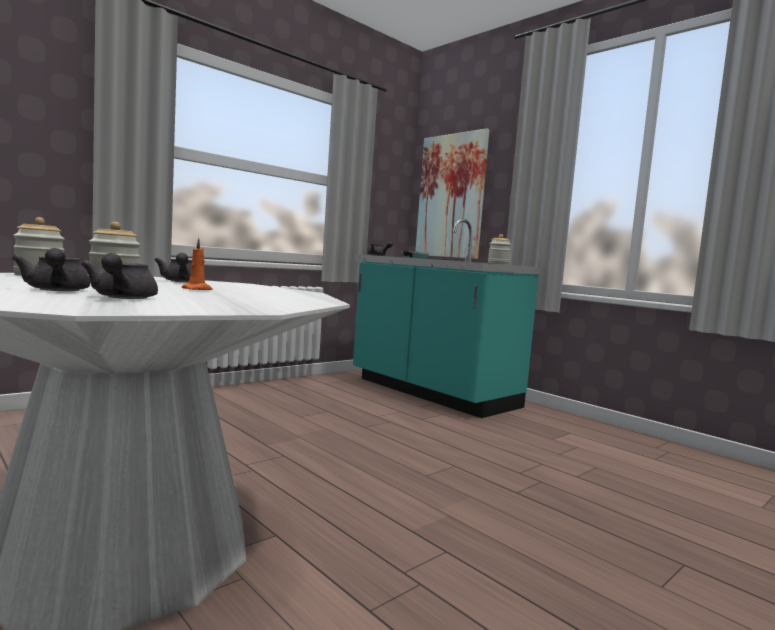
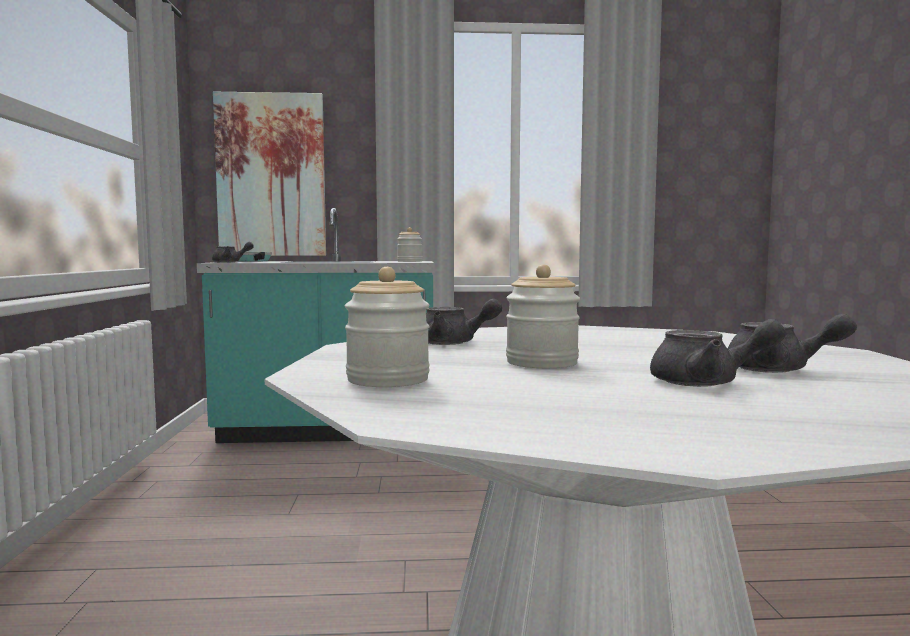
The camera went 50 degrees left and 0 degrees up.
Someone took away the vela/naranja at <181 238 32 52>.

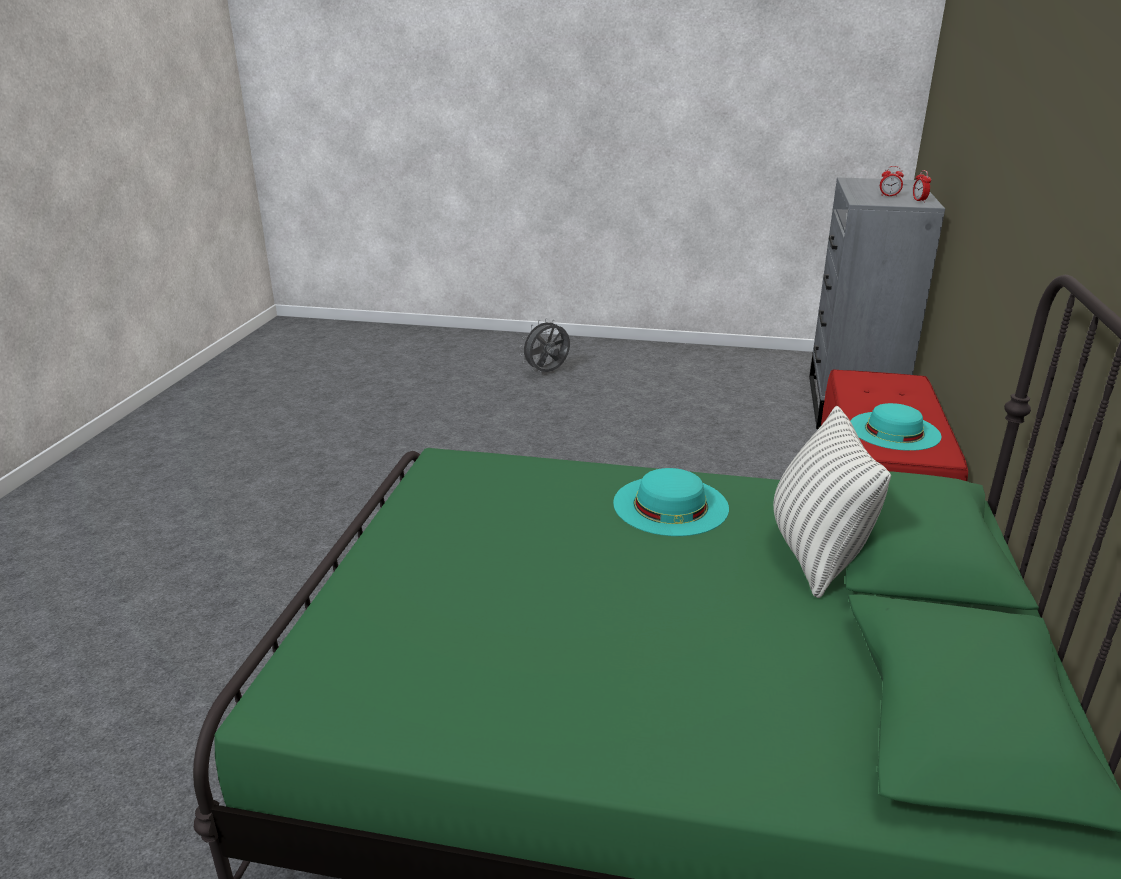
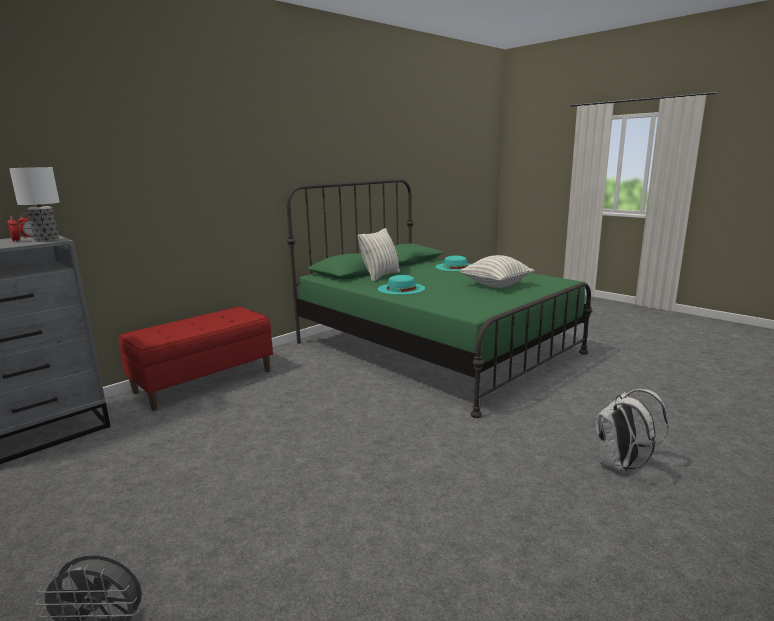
The camera went 145 degrees left and 10 degrees down.
Someone carried the sombrero/turquesa from <850 403 92 48> to <435 256 36 15>.
Someone put down the lámpara de mesa at <9 167 51 75>.
Someone put down the cojín at <459 255 75 33>.
Someone put down the mochila/blanco at <596 389 73 83>.

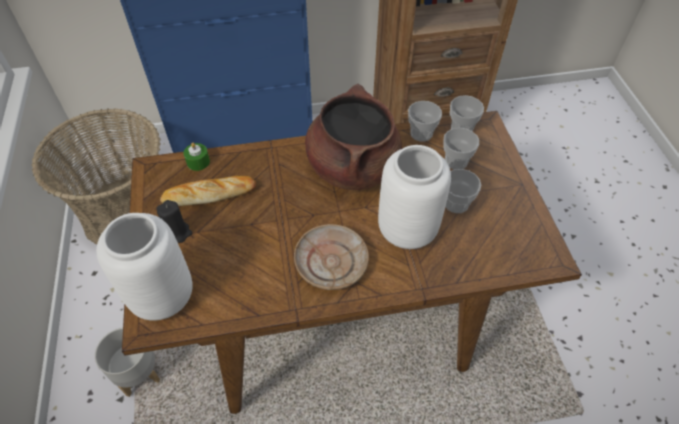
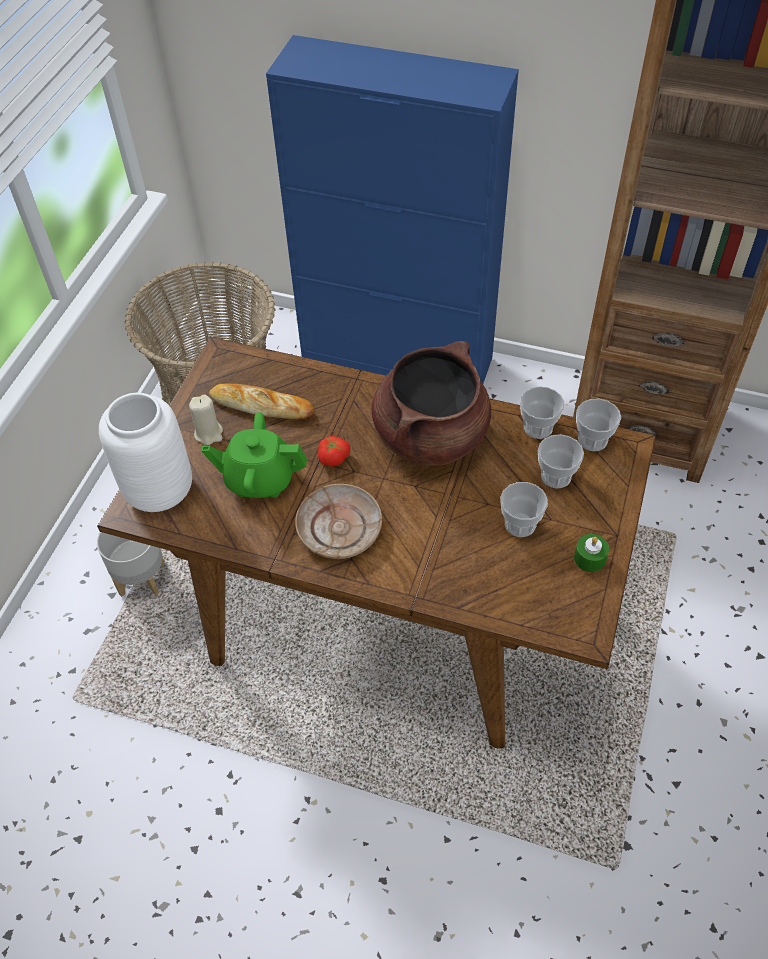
The camera went 30 degrees right and 0 degrees up.
Someone repainted the vela/negro at <157 200 35 43>, which became the vela/beis at <189 394 34 51>.
Someone carried the vela/verde from <183 143 27 28> to <574 534 35 38>.
Someone took away the florero/blanco at <378 145 73 104>.
Someone put down the tetera/verde at <201 412 106 86>.
Someone put down the tomate at <318 436 33 31>.

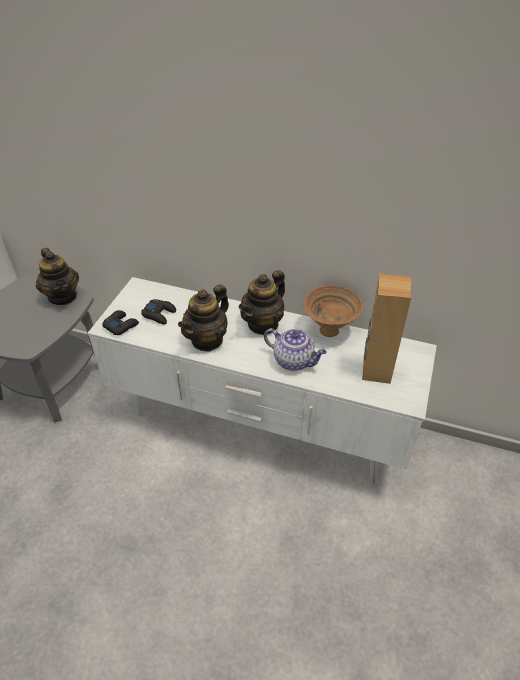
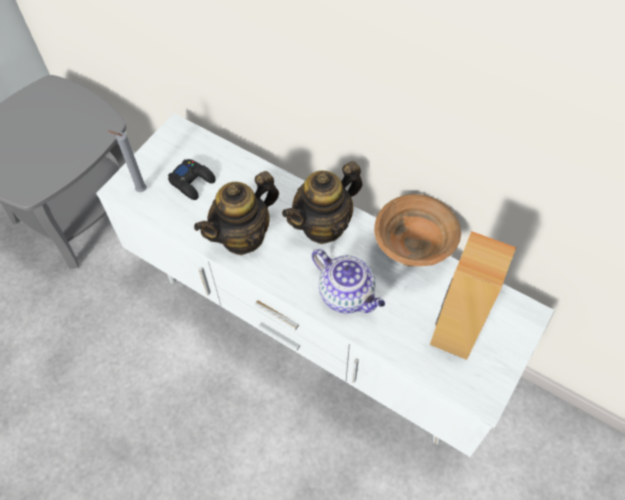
The camera went 15 degrees right and 15 degrees up.
Someone took away the tetera at <36 248 43 57>.
Someone swapped the mando de consola/negro at <102 310 37 25> for the vela/gris at <108 130 39 62>.

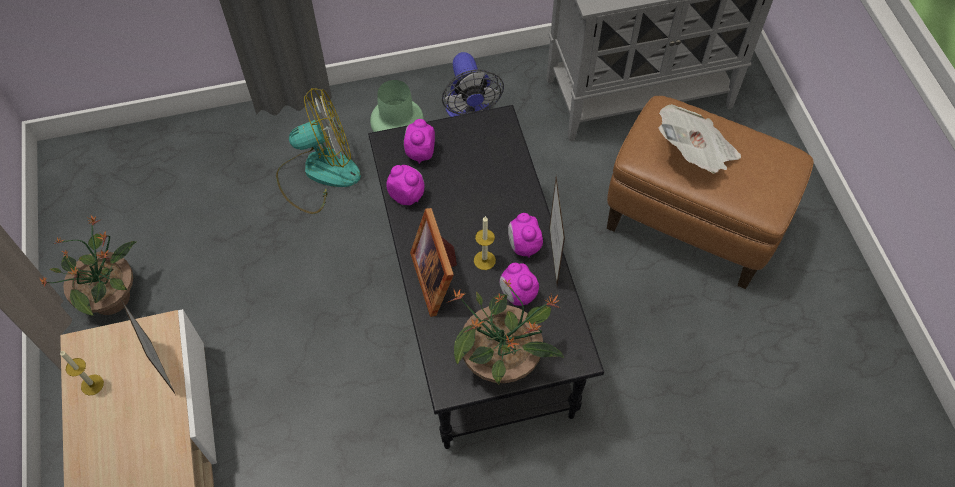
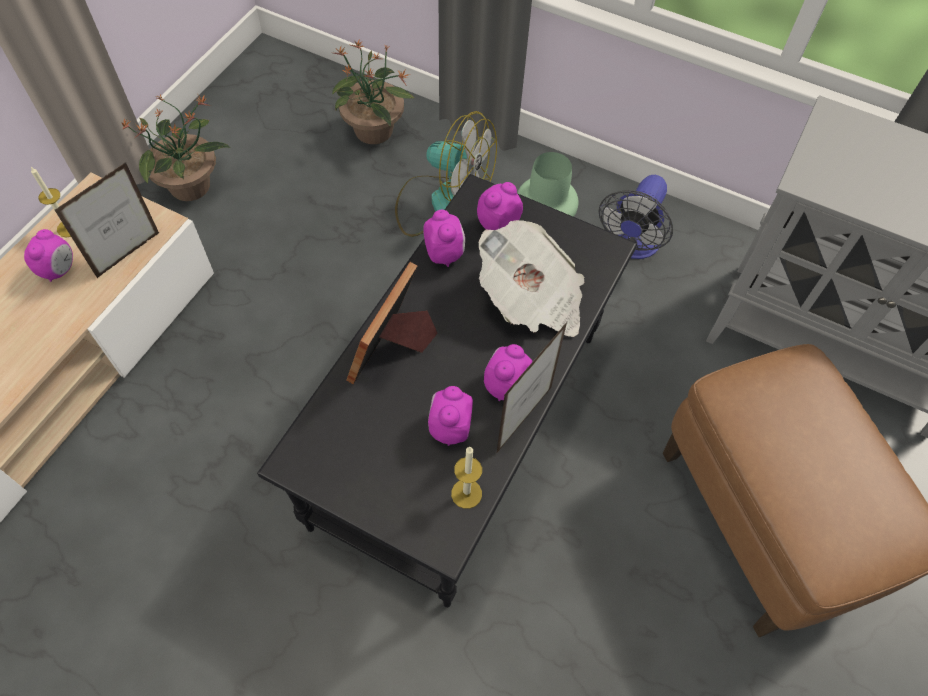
The camera went 40 degrees right and 0 degrees up.
Someone rotated the portarretratos at <120 298 56 97> by 150 degrees counterclockwise.
Someone carried the planta en maceta from <446 279 118 106> to <332 39 83 105>.
Someone carried the vela from <474 217 22 53> to <451 447 31 62>.
Someone carried the periódico from <658 104 83 70> to <479 220 105 117>.
Someone put down the despertador at <24 229 49 53>.

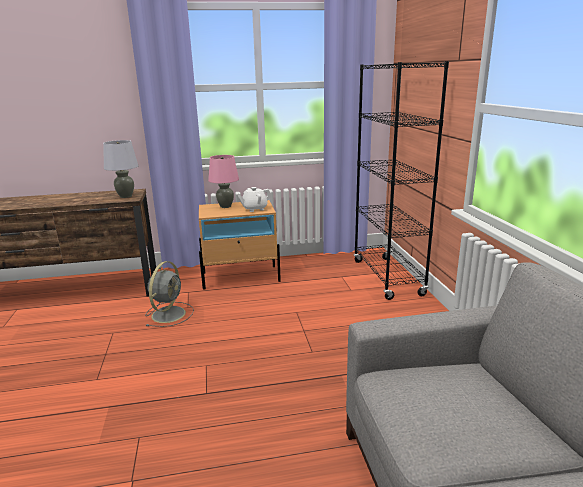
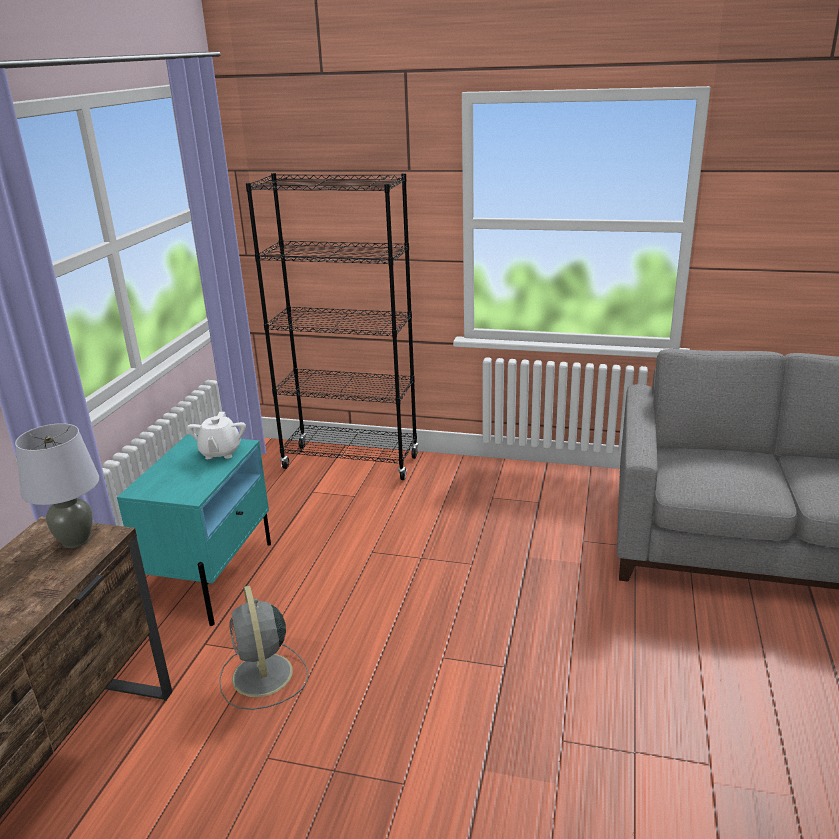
The camera went 65 degrees left and 5 degrees up.
Someone rotated the ventilador/gris at <145 261 49 66> by 150 degrees counterclockwise.
Someone repainted the mesita de noche/beis at <199 200 82 89>, which became the mesita de noche/turquesa at <117 434 154 192>.
Someone took away the lámpara de mesa/rosa at <208 155 31 53>.

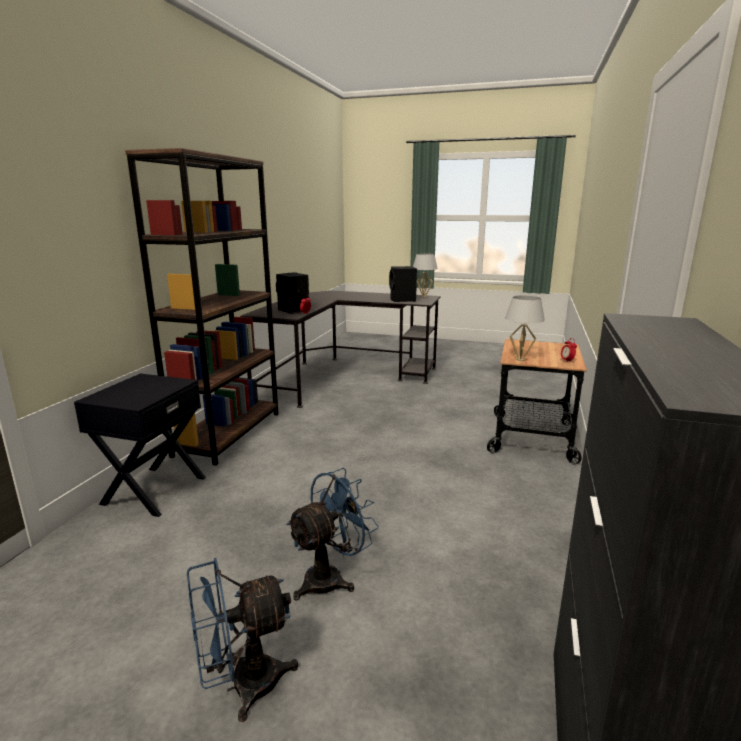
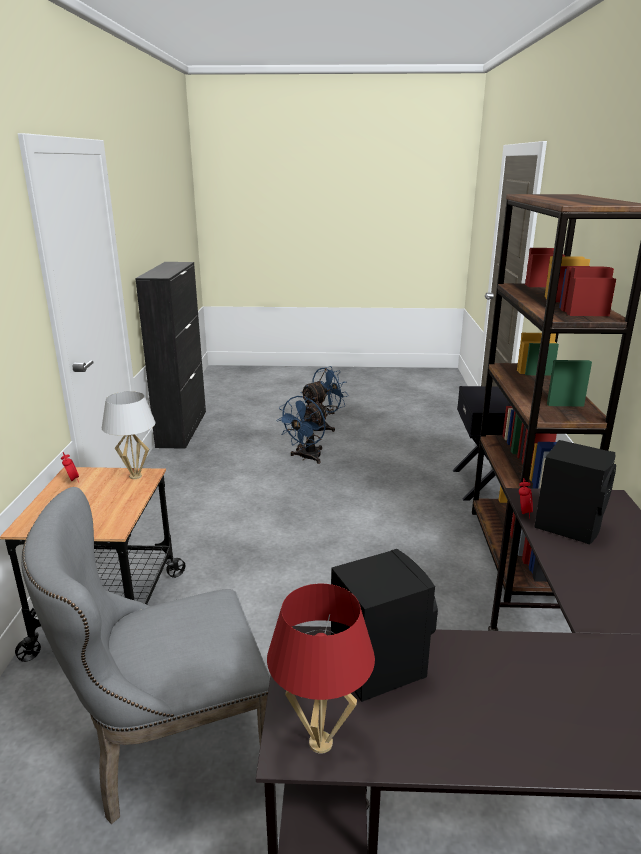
The camera went 165 degrees right and 5 degrees up.
Someone repainted the lámpara de mesa/blanco at <413 253 25 44>, which became the lámpara de mesa/rojo at <267 584 108 170>.
Someone put down the silla/gris at <21 487 249 337>.

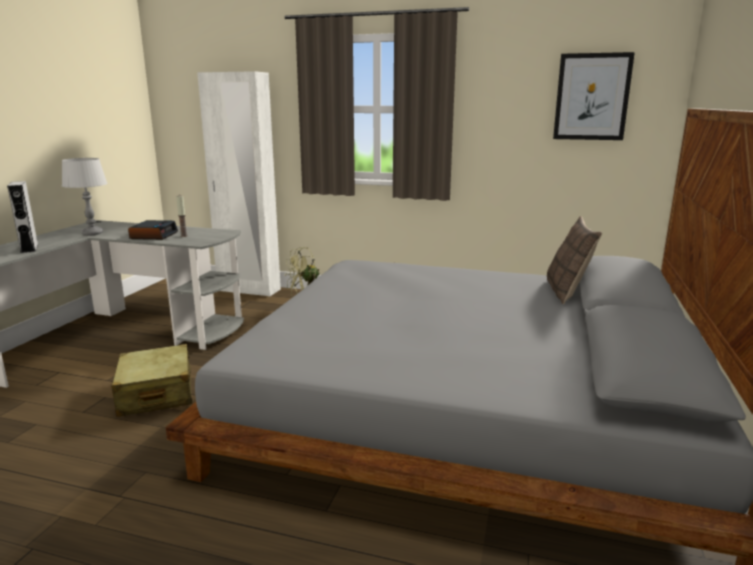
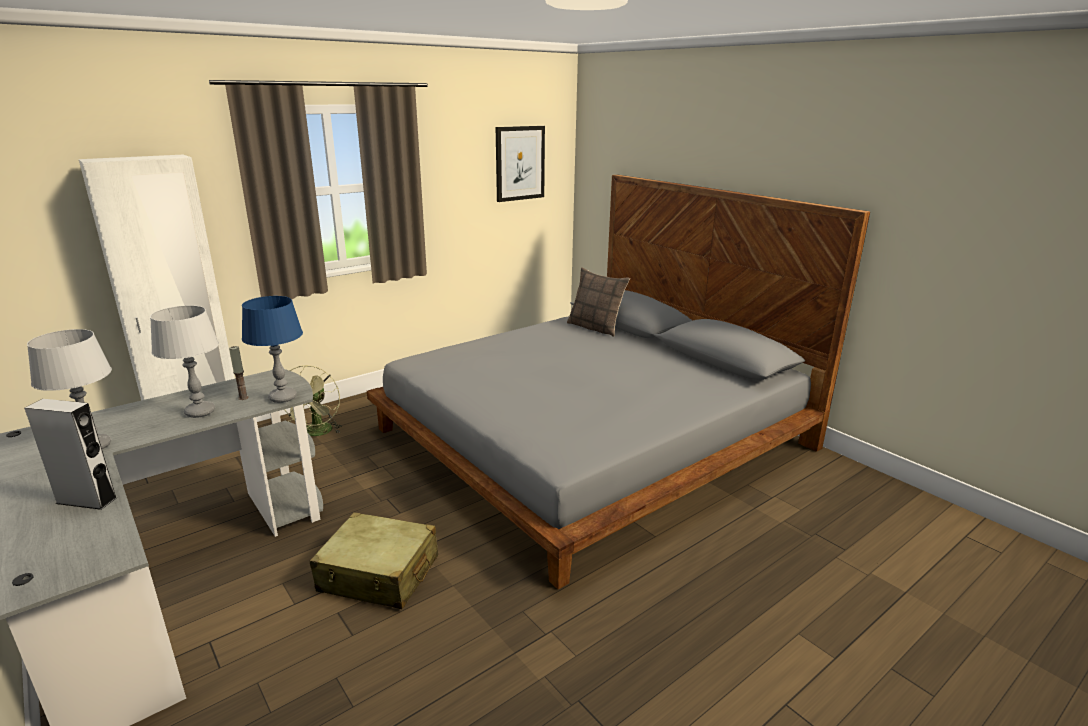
The camera went 55 degrees left and 5 degrees up.
Someone swapped the despertador at <128 220 50 20> for the lámpara de mesa/gris at <150 306 69 112>.
Someone put down the lámpara de mesa/azul at <242 296 61 107>.

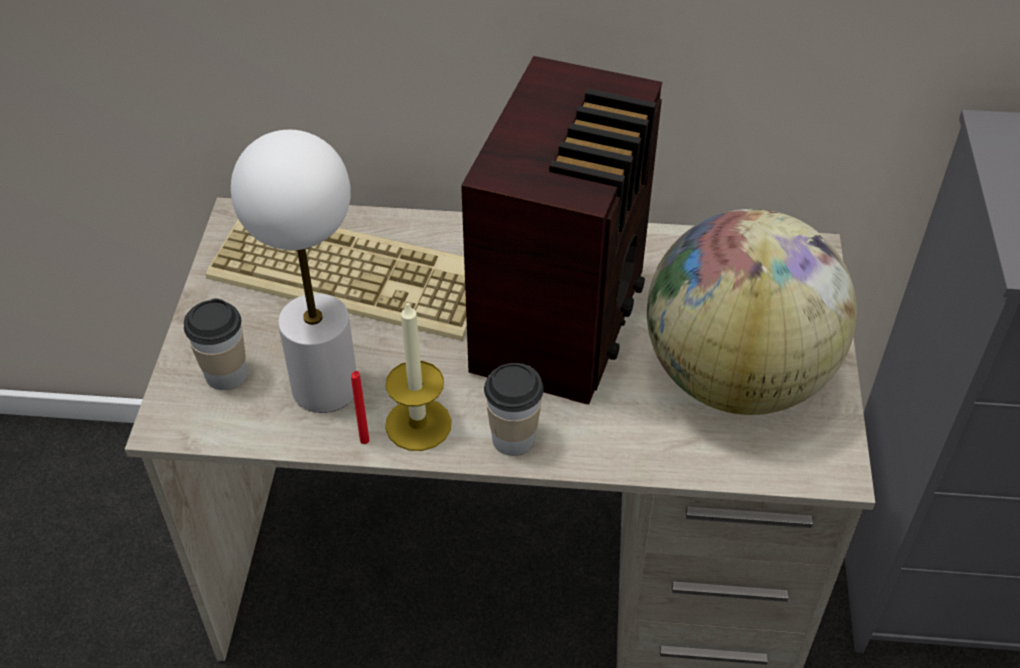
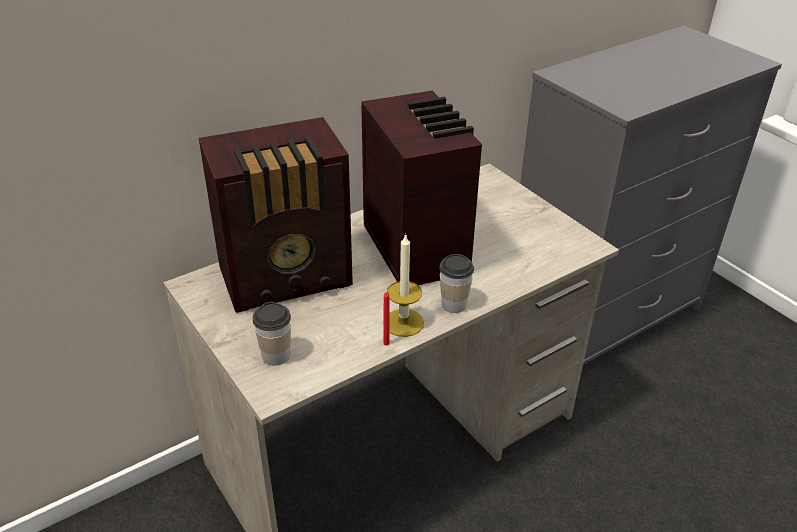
The camera went 40 degrees left and 10 degrees down.
Someone swapped the teclado at <206 219 261 122> for the radio at <199 117 154 196>.
Someone took away the lámpara de mesa/blanco at <231 130 126 283>.
Someone took away the globo terráqueo at <647 209 210 206>.

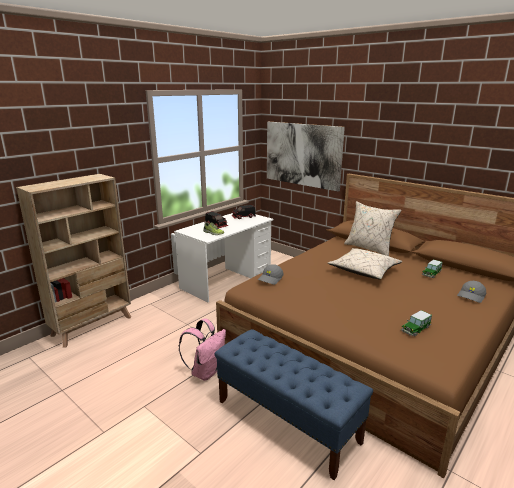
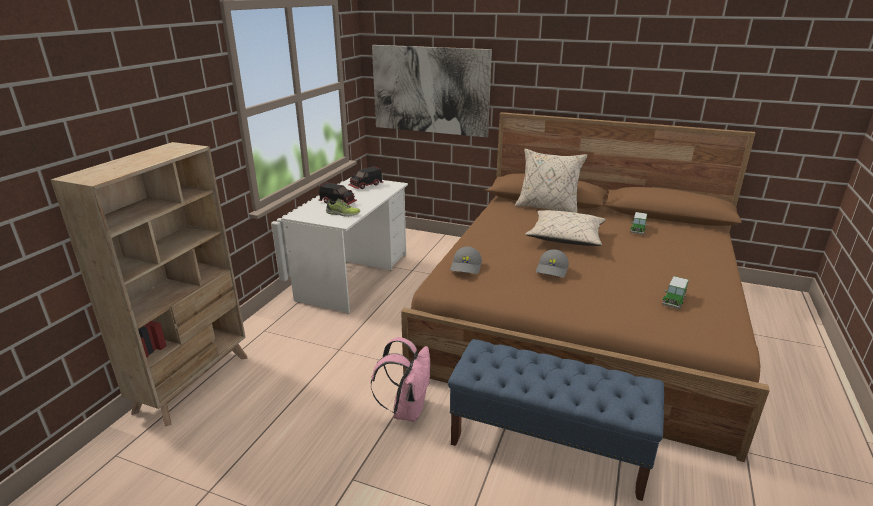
The camera went 20 degrees left and 5 degrees up.
Someone carried the gorra/gris from <457 281 29 22> to <536 249 33 28>.

